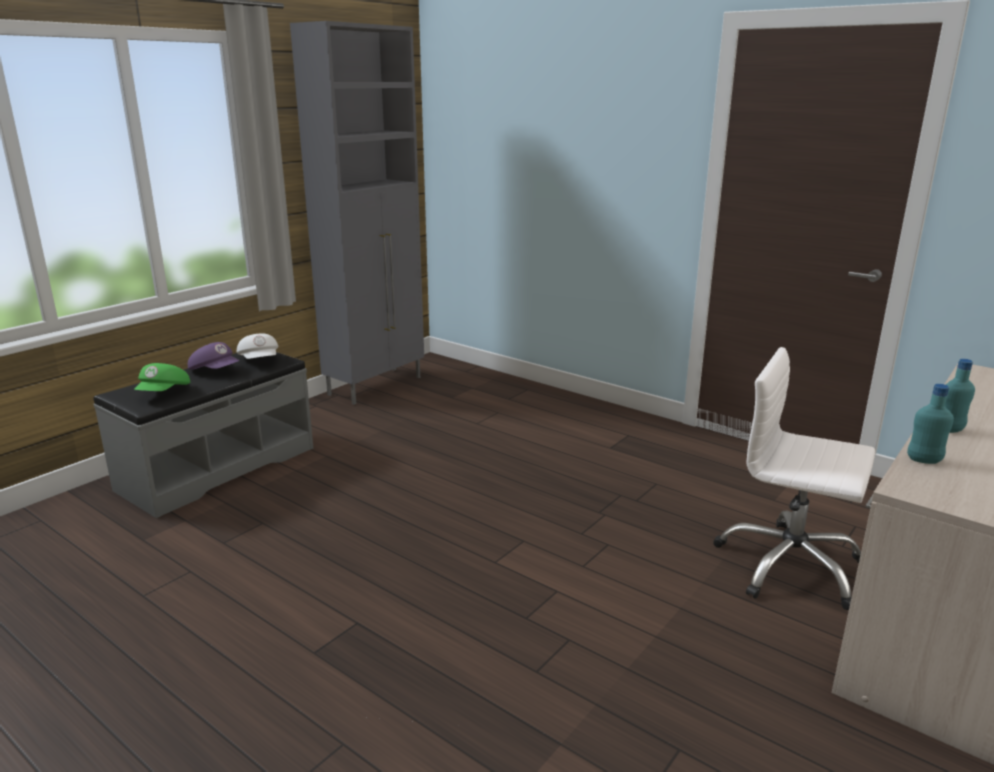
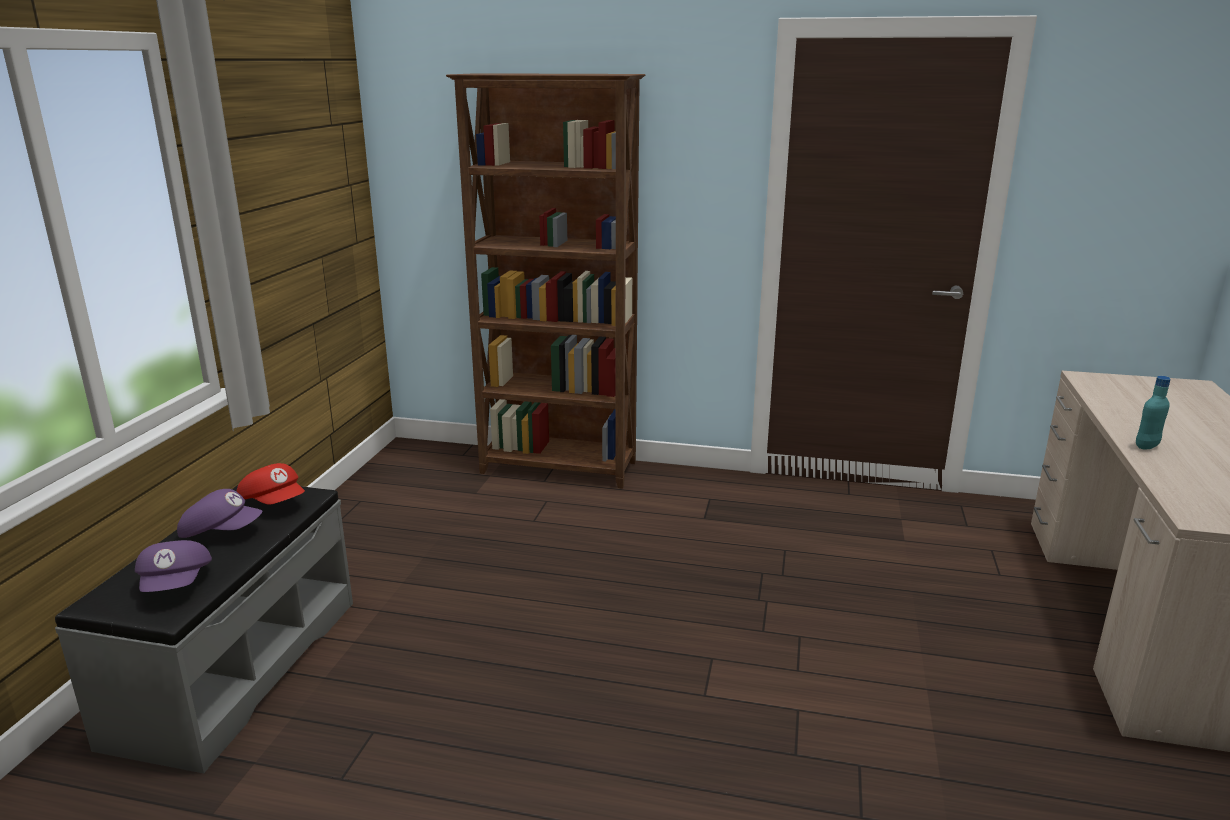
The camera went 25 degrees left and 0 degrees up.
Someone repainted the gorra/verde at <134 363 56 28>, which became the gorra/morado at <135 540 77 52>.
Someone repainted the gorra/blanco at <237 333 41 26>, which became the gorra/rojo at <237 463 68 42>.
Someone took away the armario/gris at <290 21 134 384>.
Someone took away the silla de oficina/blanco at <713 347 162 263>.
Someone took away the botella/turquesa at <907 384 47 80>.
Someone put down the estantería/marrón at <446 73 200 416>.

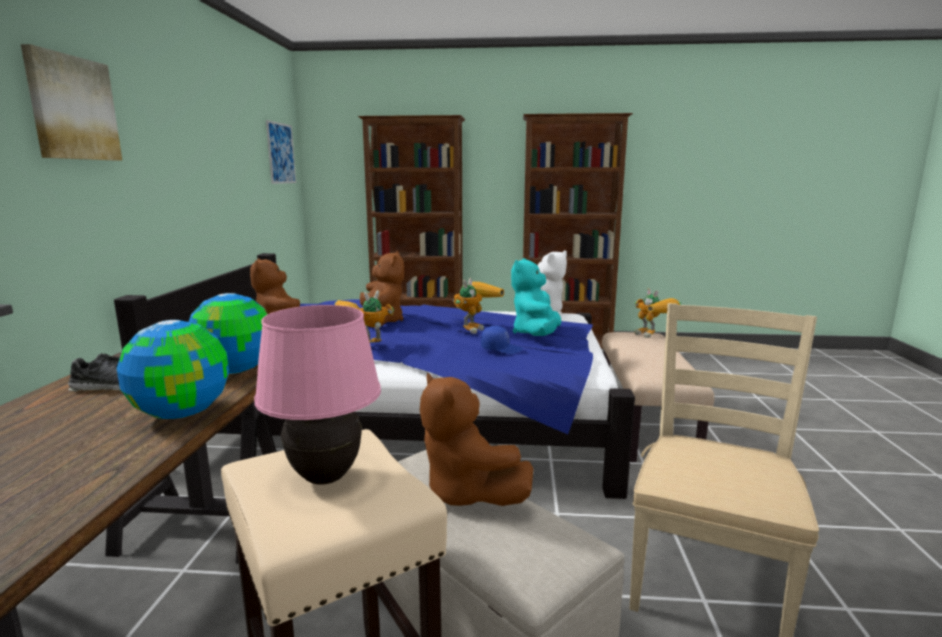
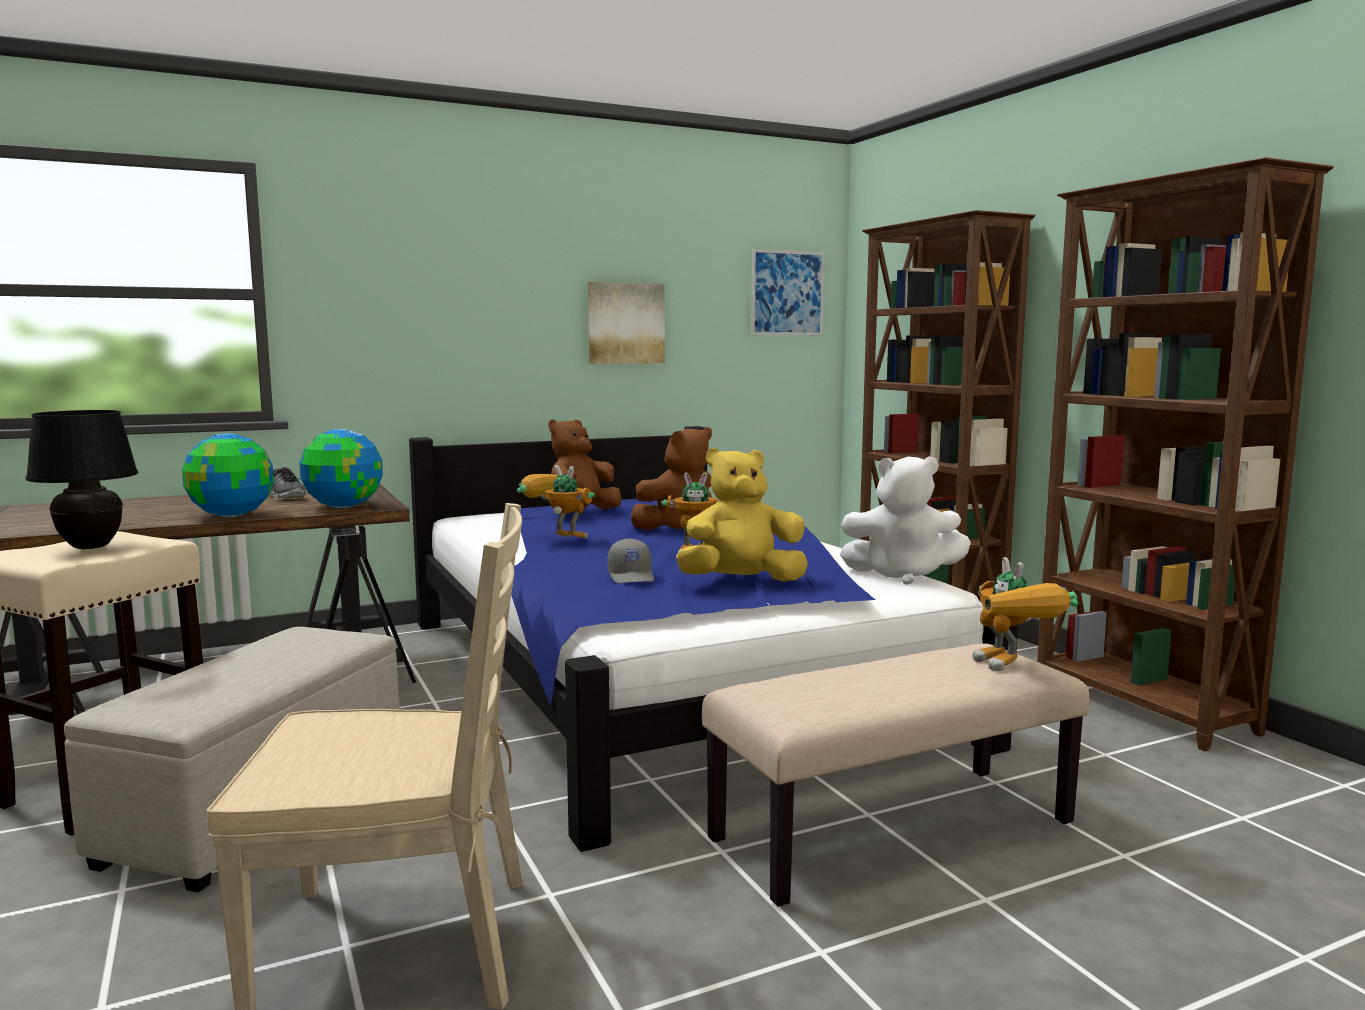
The camera went 60 degrees right and 5 degrees down.
Someone carried the cuadro from <21 44 101 116> to <588 282 77 82>.
Someone repainted the lámpara de mesa/rosa at <254 305 127 179>, which became the lámpara de mesa/negro at <26 410 112 139>.
Someone took away the peluche/marrón at <420 372 113 134>.
Someone repainted the gorra/azul at <481 326 42 28>, which became the gorra/gris at <607 538 47 45>.
Someone repainted the peluche/turquesa at <511 258 51 78>, which became the peluche/amarillo at <676 448 132 134>.
Someone rotated the robot de juguete at <635 288 46 50> by 45 degrees counterclockwise.

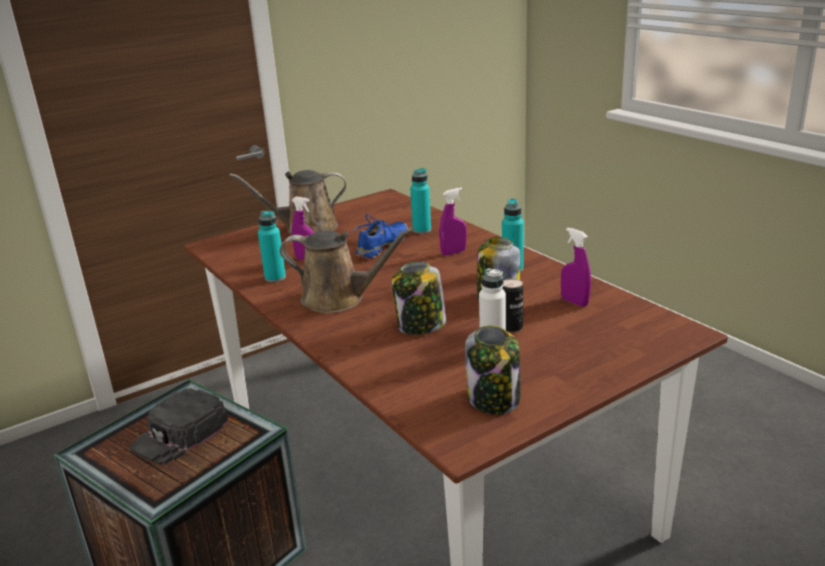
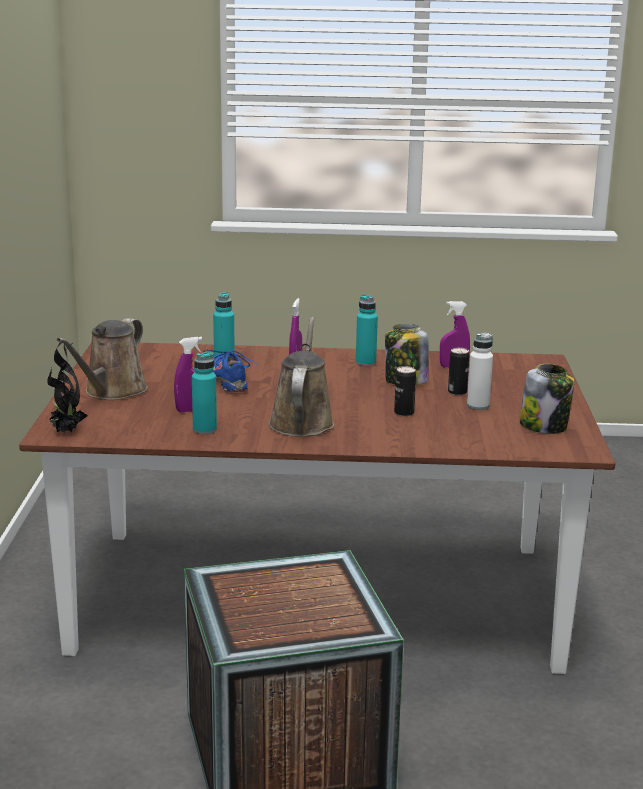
The camera went 55 degrees left and 5 degrees down.
Someone took away the gorra/negro at <130 388 98 77>.
Someone rotated the regadera/marrón at <280 228 134 85> by 45 degrees counterclockwise.
Someone swapped the tarro at <392 261 54 74> for the lata at <394 366 22 50>.
Someone put down the planta en maceta at <47 341 41 92>.

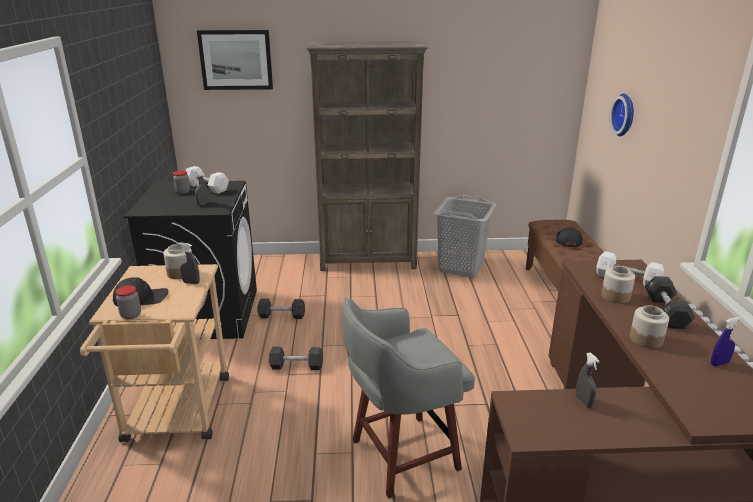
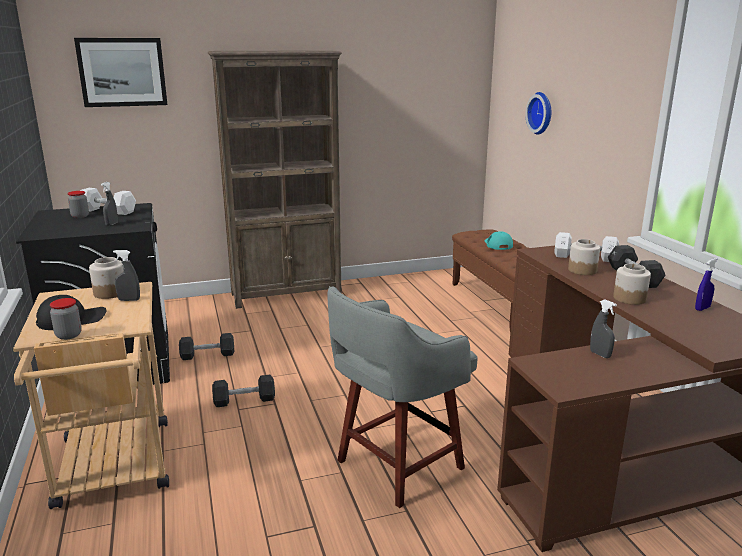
The camera went 15 degrees left and 5 degrees down.
Someone took away the cesto de la ropa/gris at <433 195 63 82>.
Someone repainted the gorra/negro at <556 228 27 19>, which became the gorra/turquesa at <485 231 28 19>.

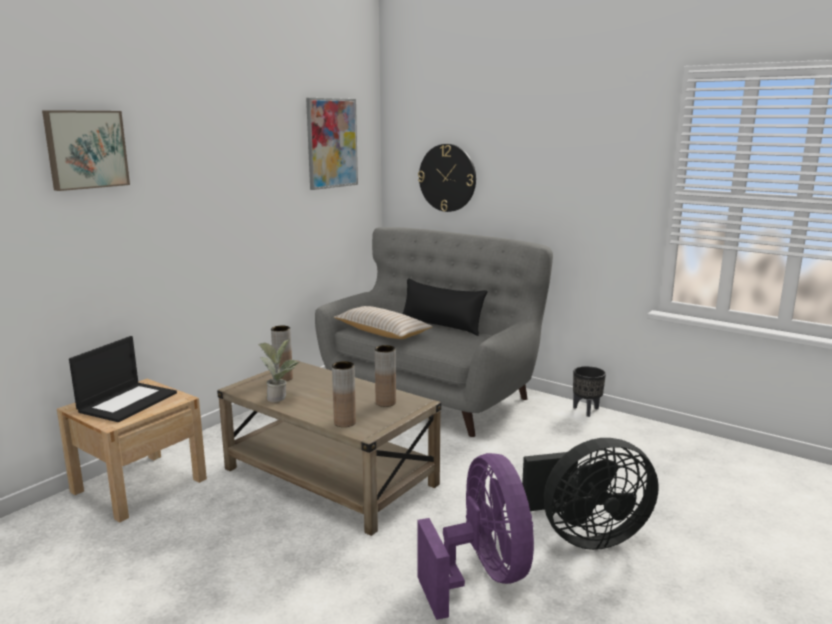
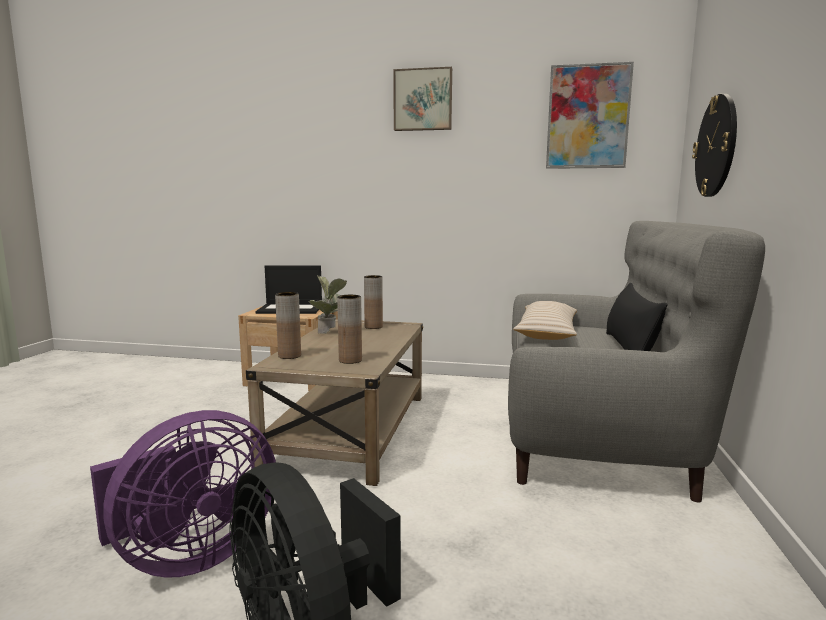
The camera went 65 degrees right and 5 degrees down.
Someone carried the cuadro from <42 110 88 81> to <393 67 59 64>.
Someone took away the maceta/negro at <573 366 33 51>.

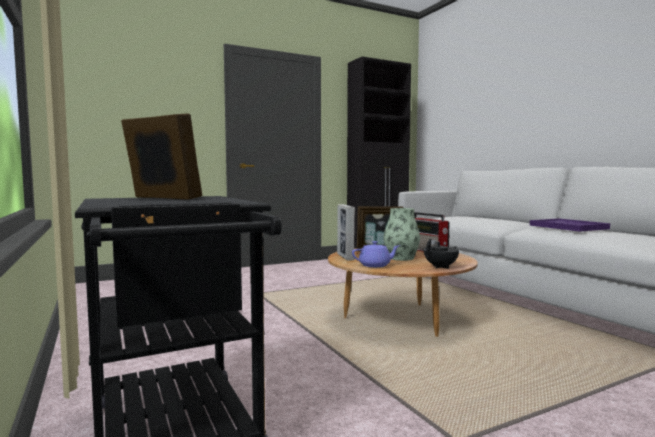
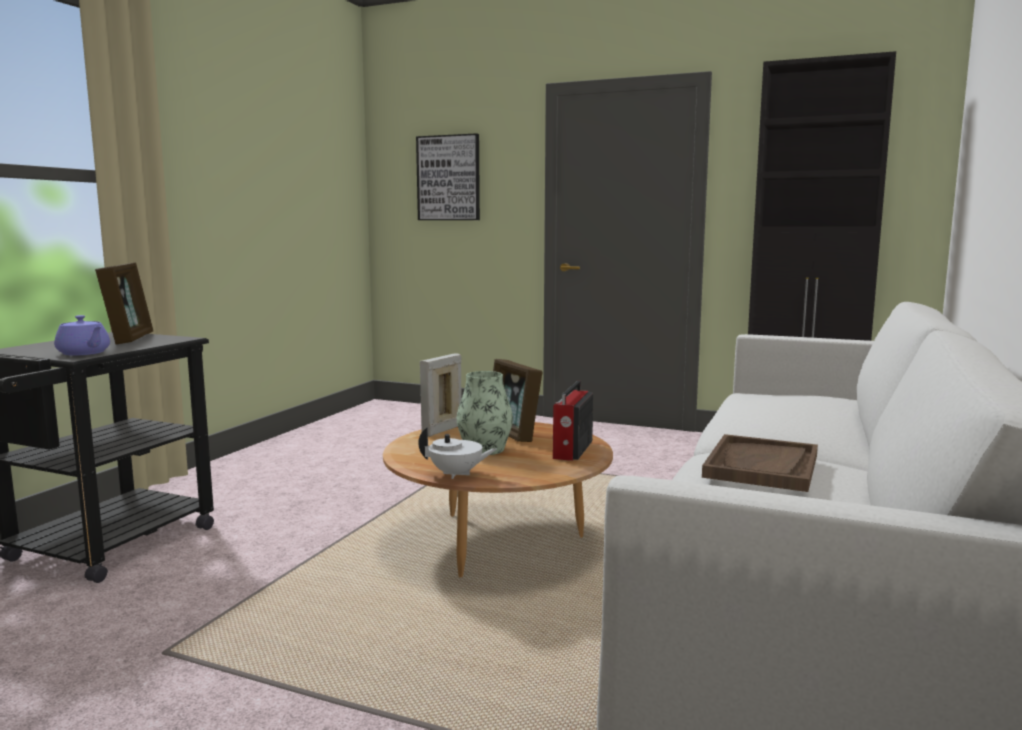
The camera went 50 degrees right and 5 degrees up.
Someone carried the tetera/morado from <352 241 48 26> to <54 315 56 41>.
Someone repainted the tetera/negro at <423 239 36 30>, which became the tetera/blanco at <418 427 79 52>.
Someone repainted the bandeja/morado at <530 218 80 14>, which became the bandeja/marrón at <702 434 116 58>.
Someone put up the cuadro at <416 133 64 87>.

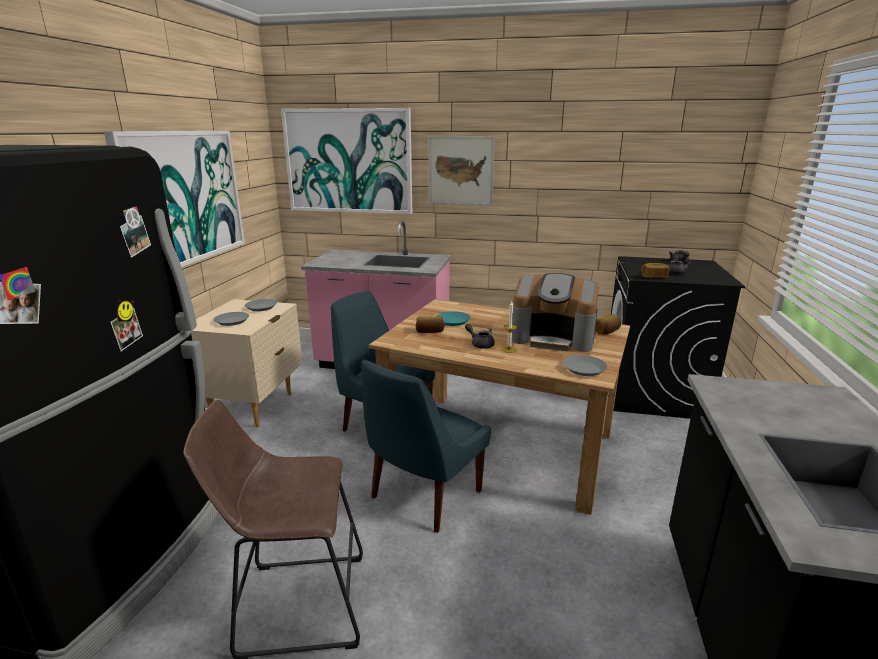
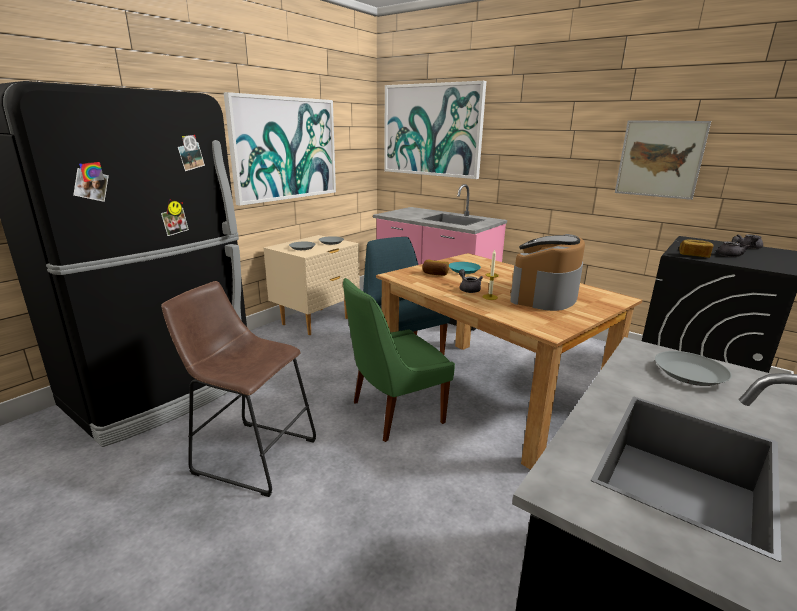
The camera went 25 degrees right and 0 degrees up.
Someone repainted the silla/azul at <361 360 130 173>, which became the silla/verde at <343 278 112 164>.
Someone carried the cuadro from <428 136 67 70> to <615 120 96 80>.
Someone rotated the cafetera at <512 273 87 79> by 75 degrees clockwise.
Someone carried the plato/gris from <563 355 45 21> to <655 351 77 35>.
Someone took away the pan at <595 315 26 20>.

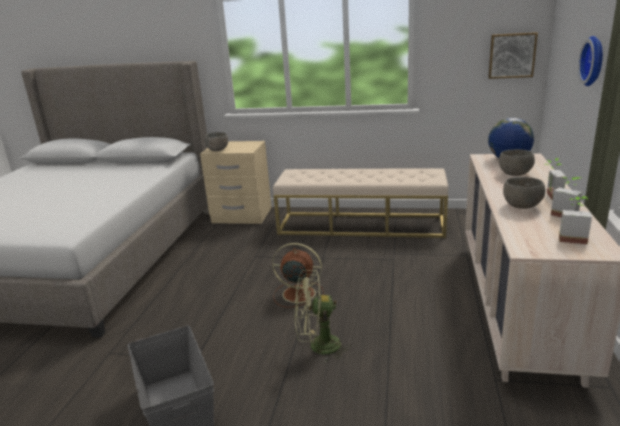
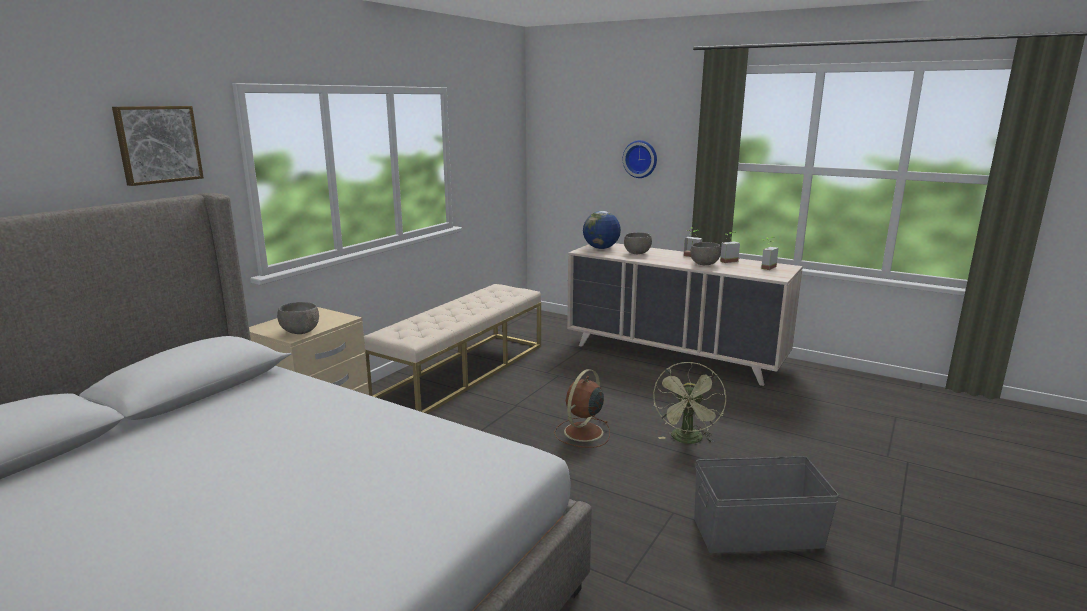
The camera went 70 degrees left and 5 degrees down.
Someone carried the cuadro from <488 32 50 47> to <112 106 92 80>.

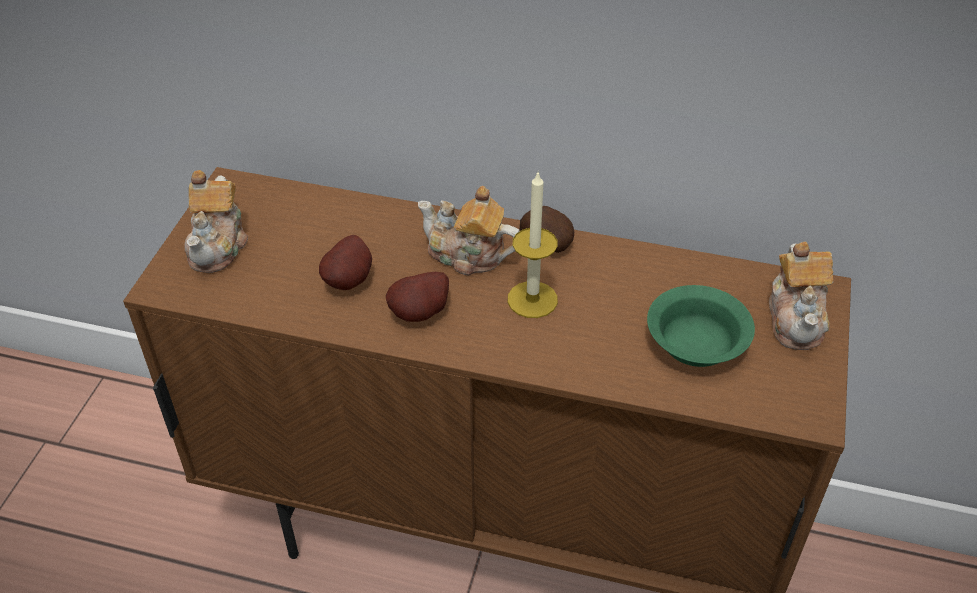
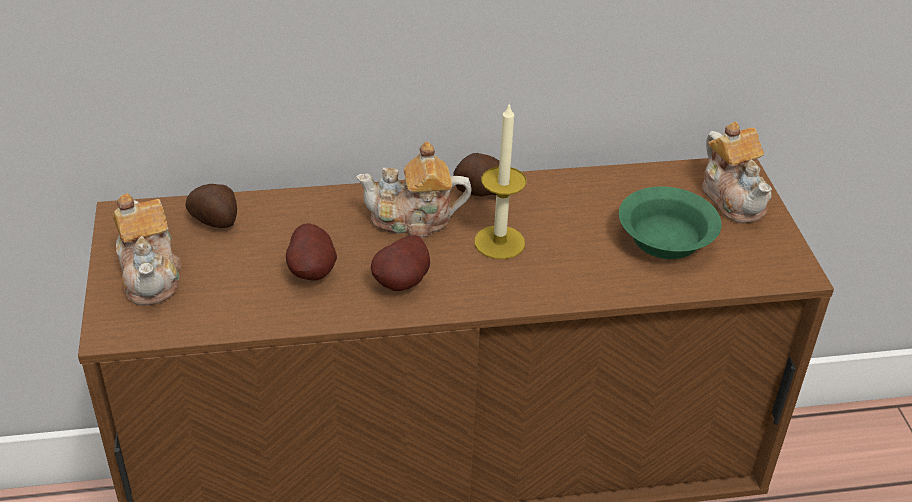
The camera went 25 degrees left and 5 degrees down.
Someone put down the patata at <185 184 52 44>.

